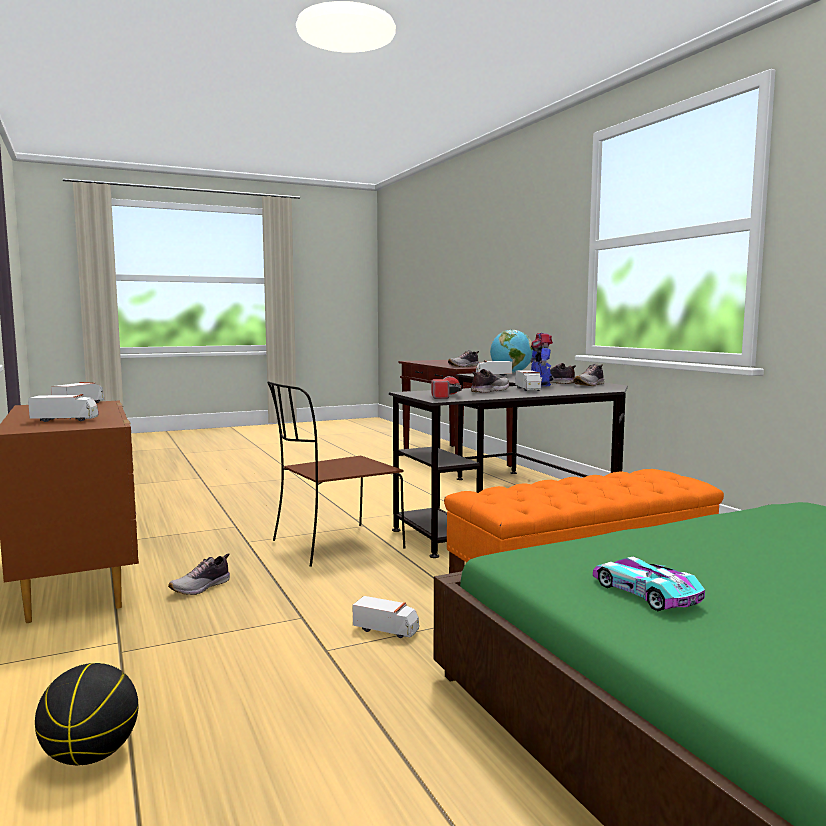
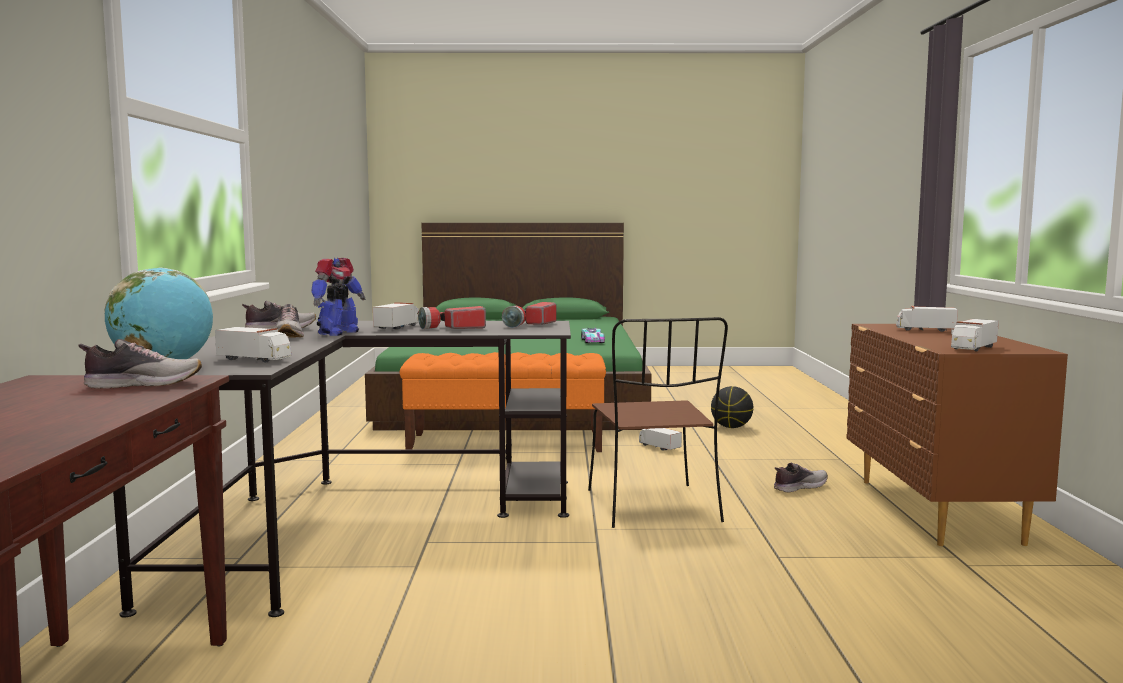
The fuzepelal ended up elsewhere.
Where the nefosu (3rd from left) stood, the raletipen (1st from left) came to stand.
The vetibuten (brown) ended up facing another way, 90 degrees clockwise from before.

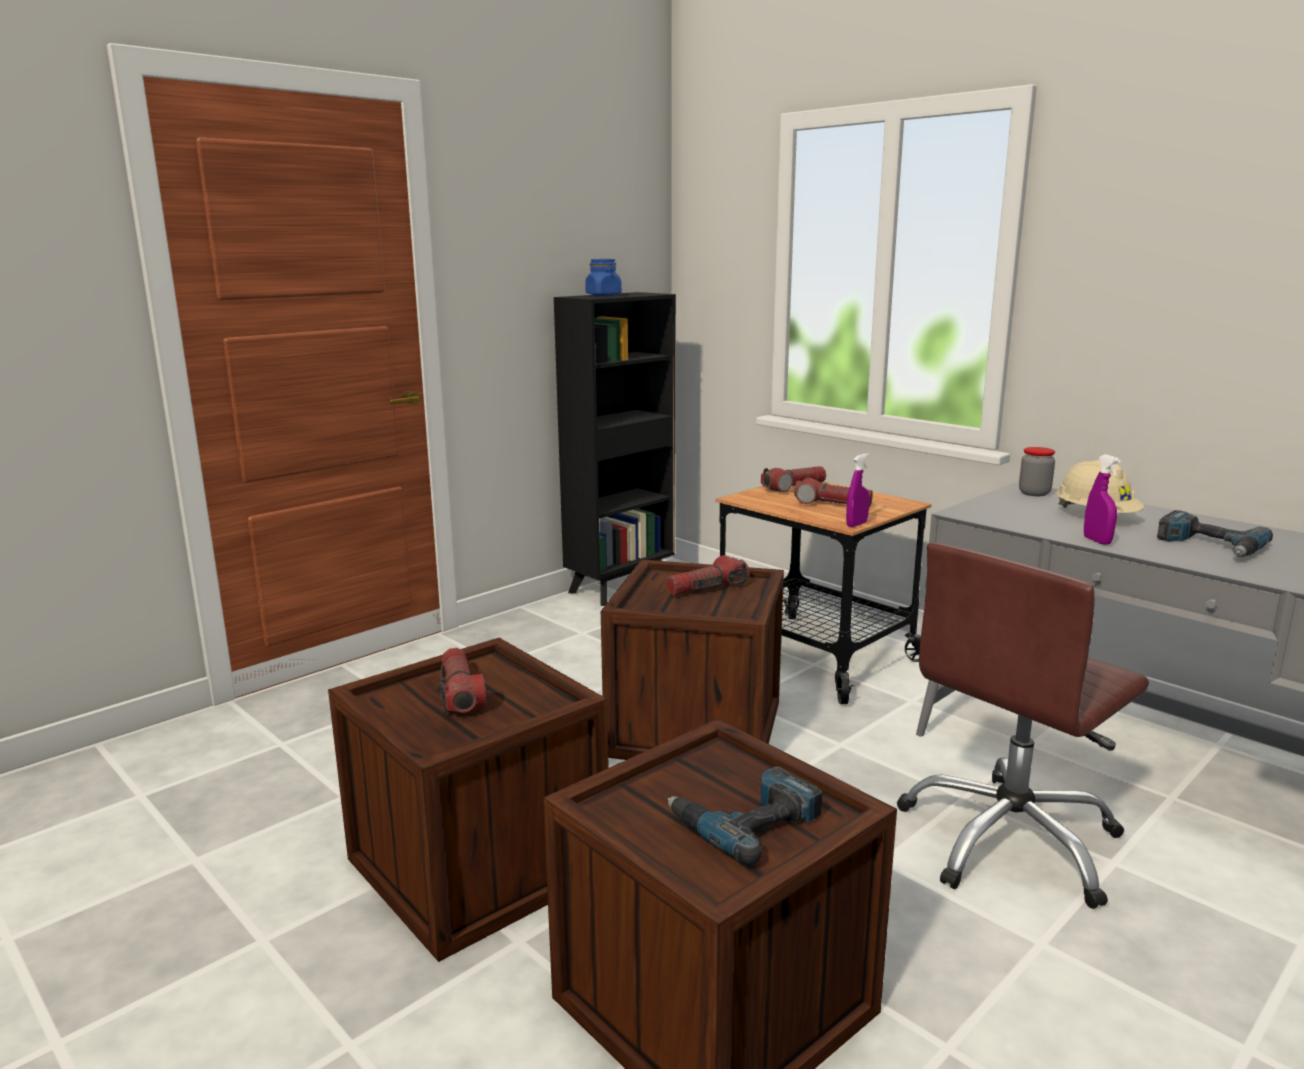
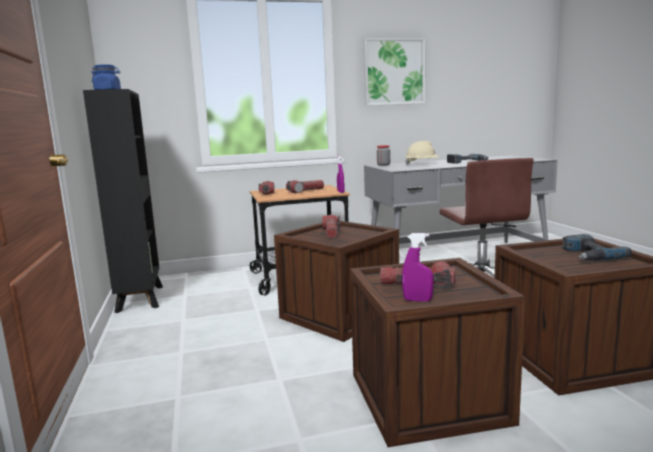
The second view gained the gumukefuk.
The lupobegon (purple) (2nd from left) ended up elsewhere.

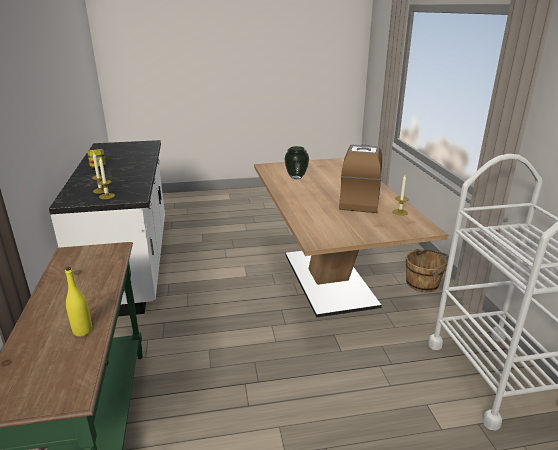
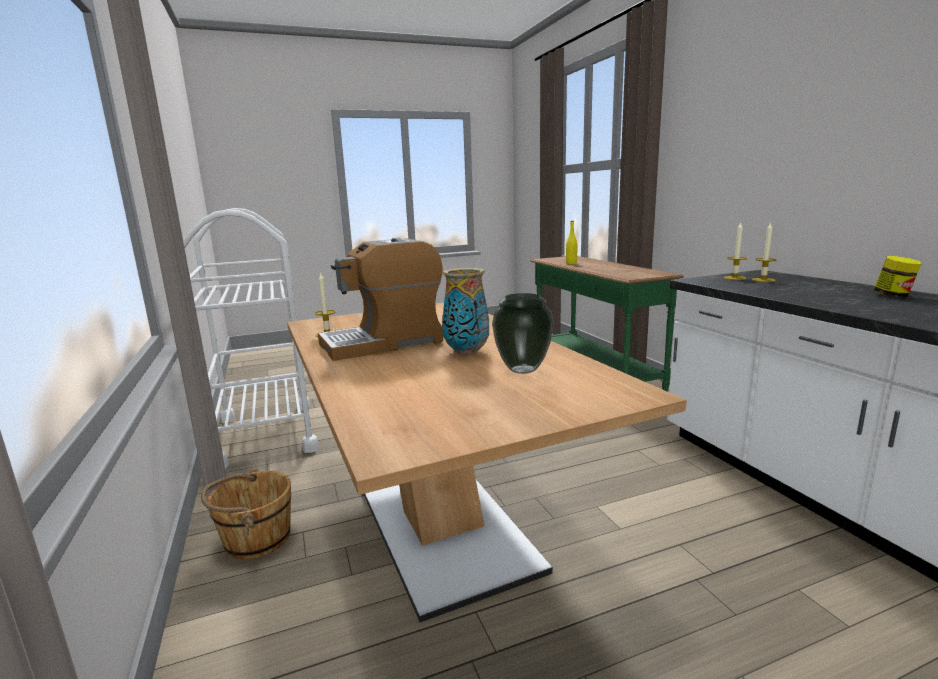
The second view gained the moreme (1st from left).
The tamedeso ended up facing another way, 60 degrees clockwise from before.

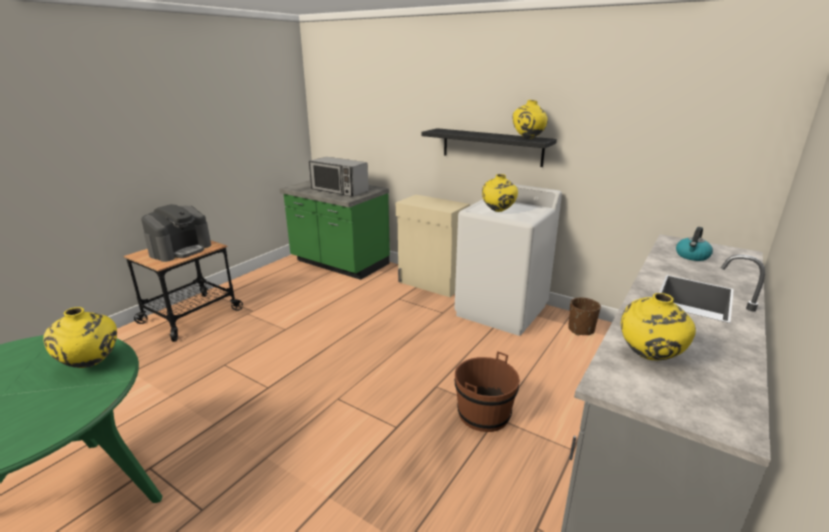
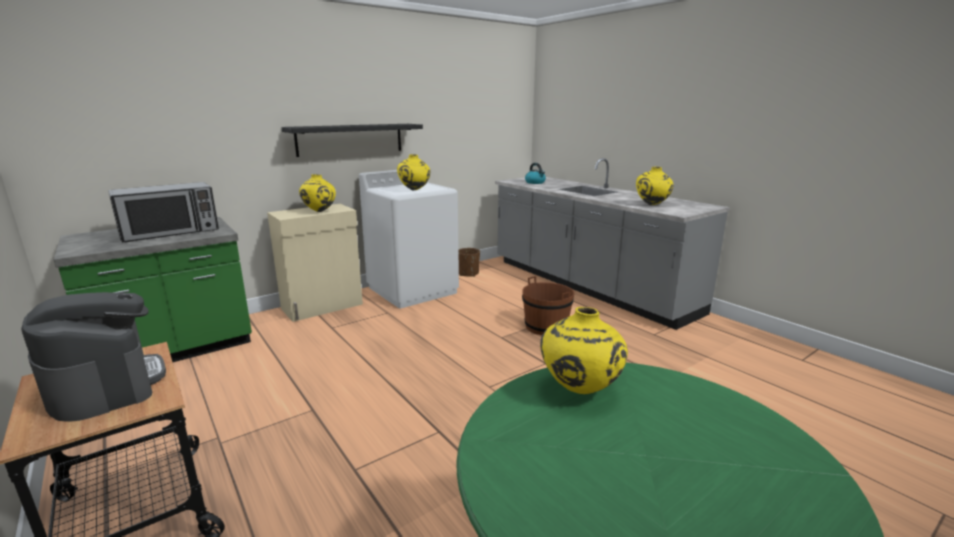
The moreme (yellow) (3rd from left in the first image) ended up elsewhere.

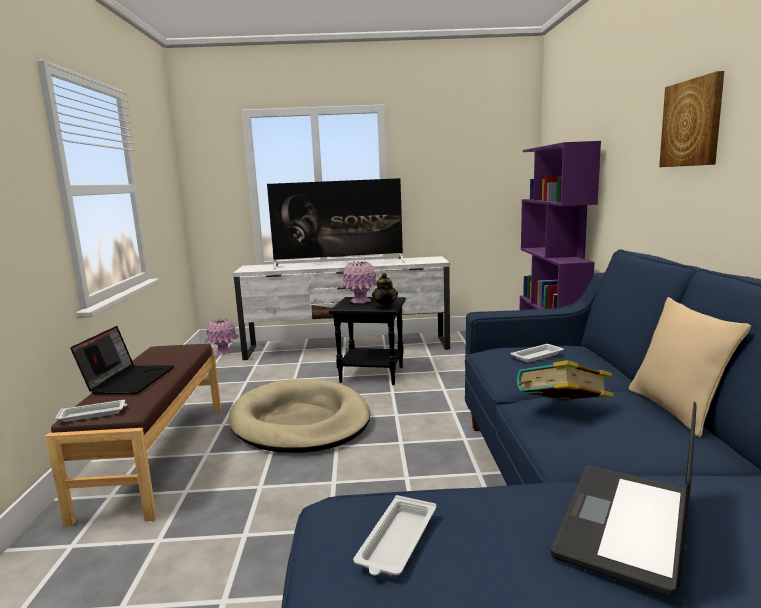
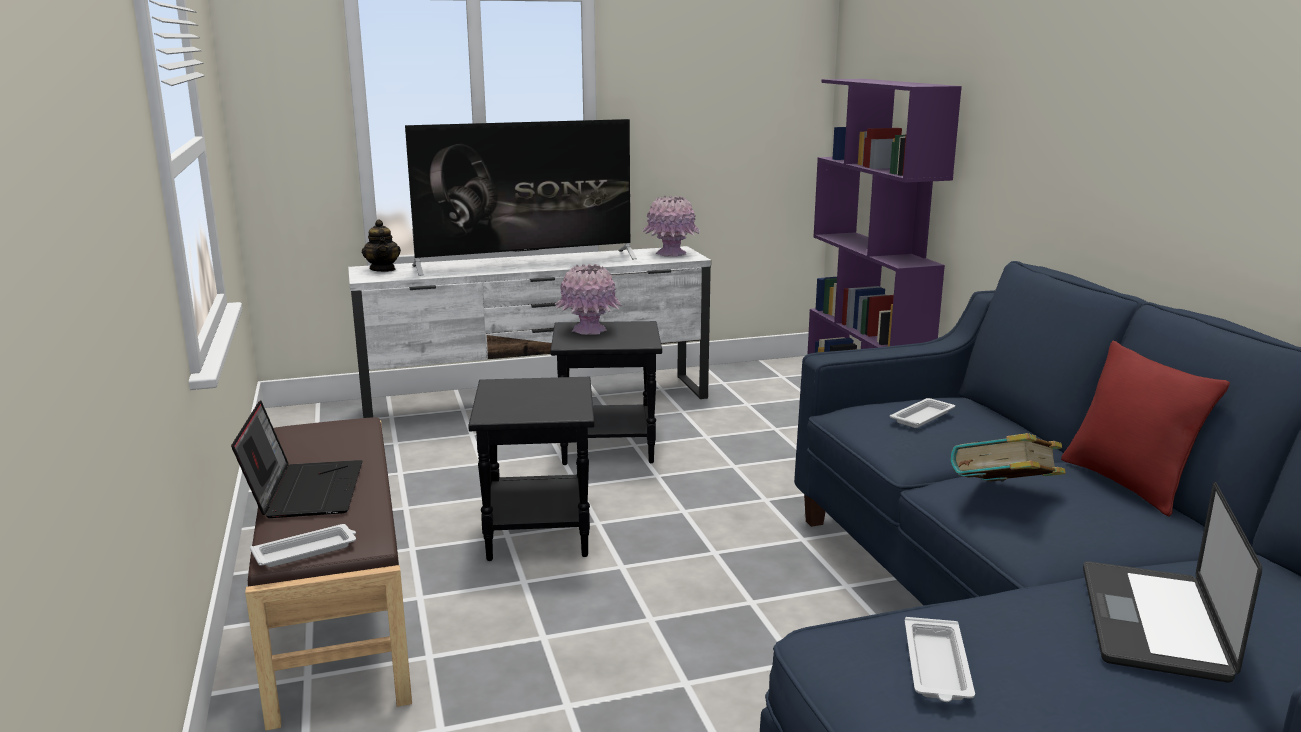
The second view lost the gumukefuk.
The moreme (pink) (1st from left in the first image) ended up elsewhere.
The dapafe ended up elsewhere.
Where the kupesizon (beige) stood, the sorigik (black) (1st from left) came to stand.
What was the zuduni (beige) turned into the zuduni (red).

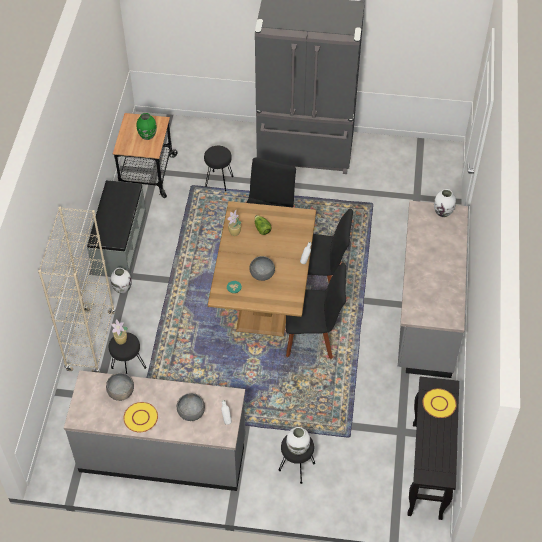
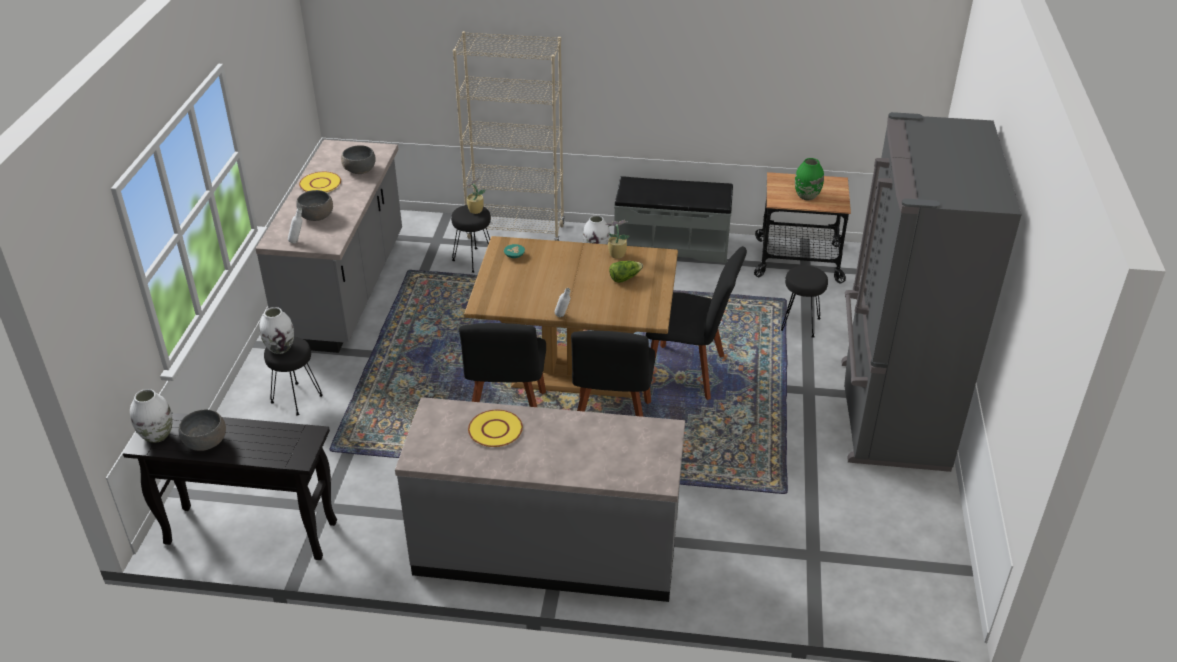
The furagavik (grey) (3rd from left in the first image) ended up elsewhere.
The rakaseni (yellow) (2nd from left) ended up elsewhere.
The moreme (white) (3rd from left in the first image) ended up elsewhere.

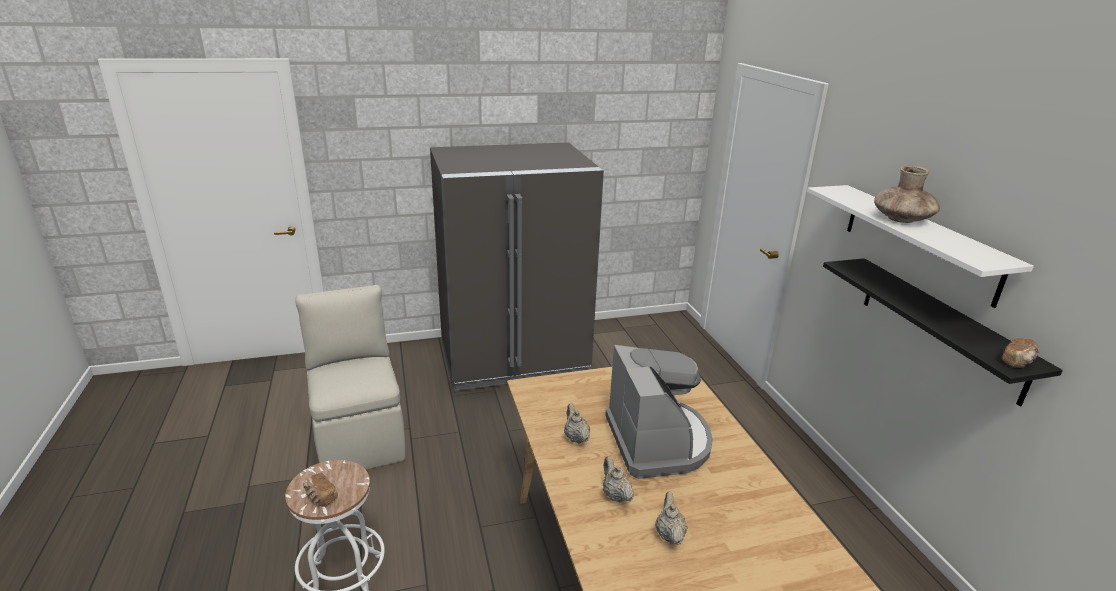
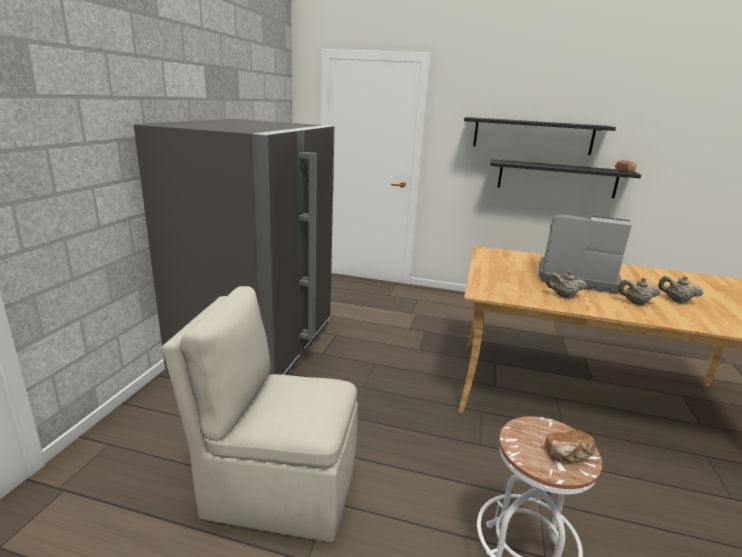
The second view lost the moreme (brown).
What was the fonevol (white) turned into the fonevol (black) (1st from left).

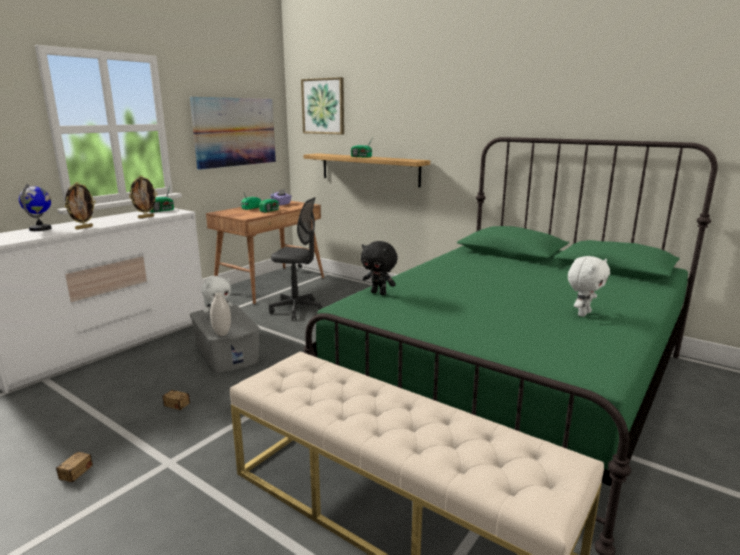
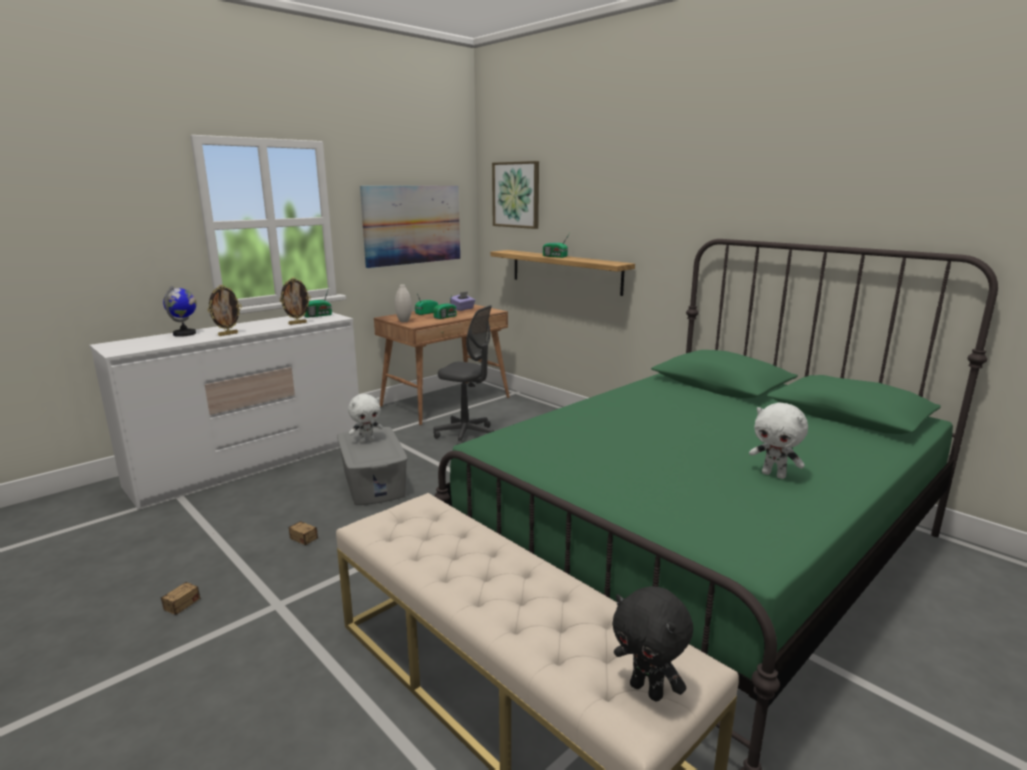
The moreme (white) ended up elsewhere.
The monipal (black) ended up elsewhere.
The monipal (white) (2nd from left) ended up facing another way, 75 degrees clockwise from before.

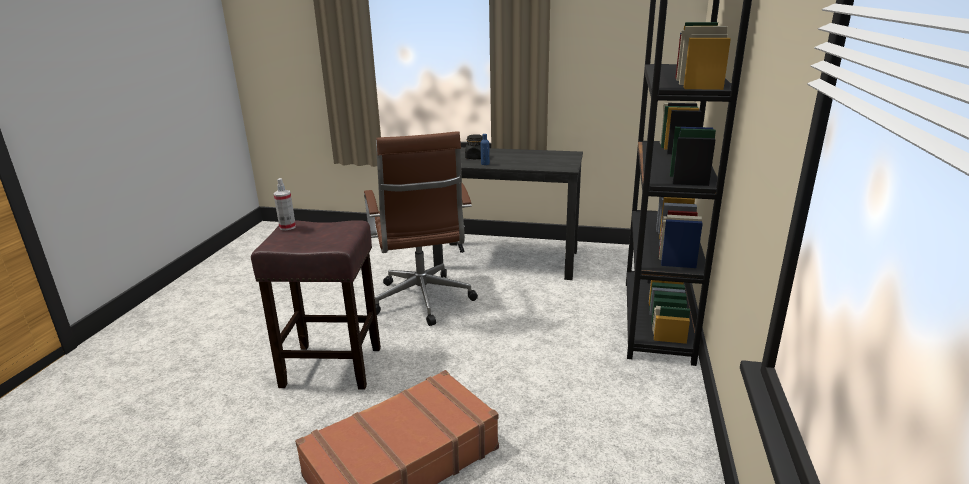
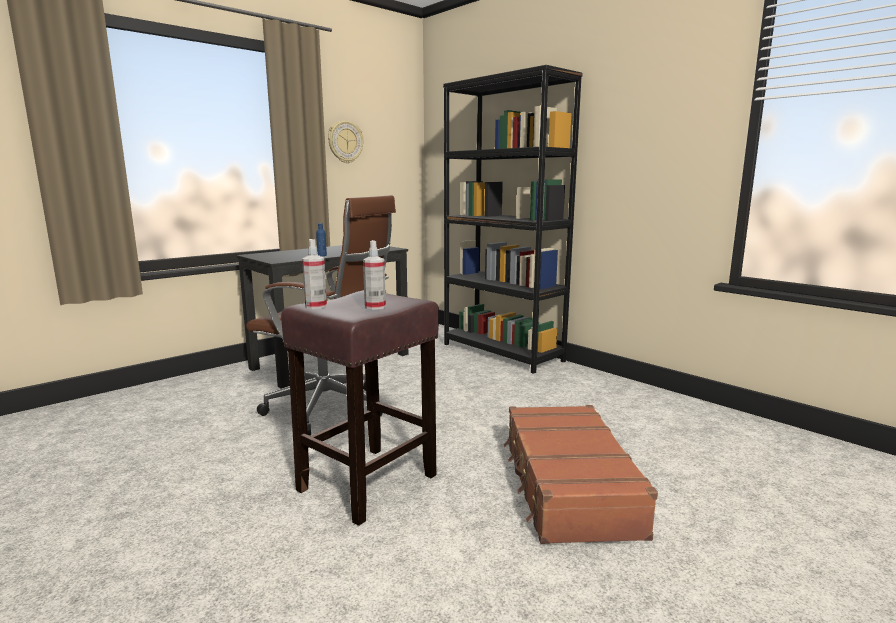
The second view lost the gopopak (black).
The second view gained the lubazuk.
The second view gained the lupobegon (2nd from left).

